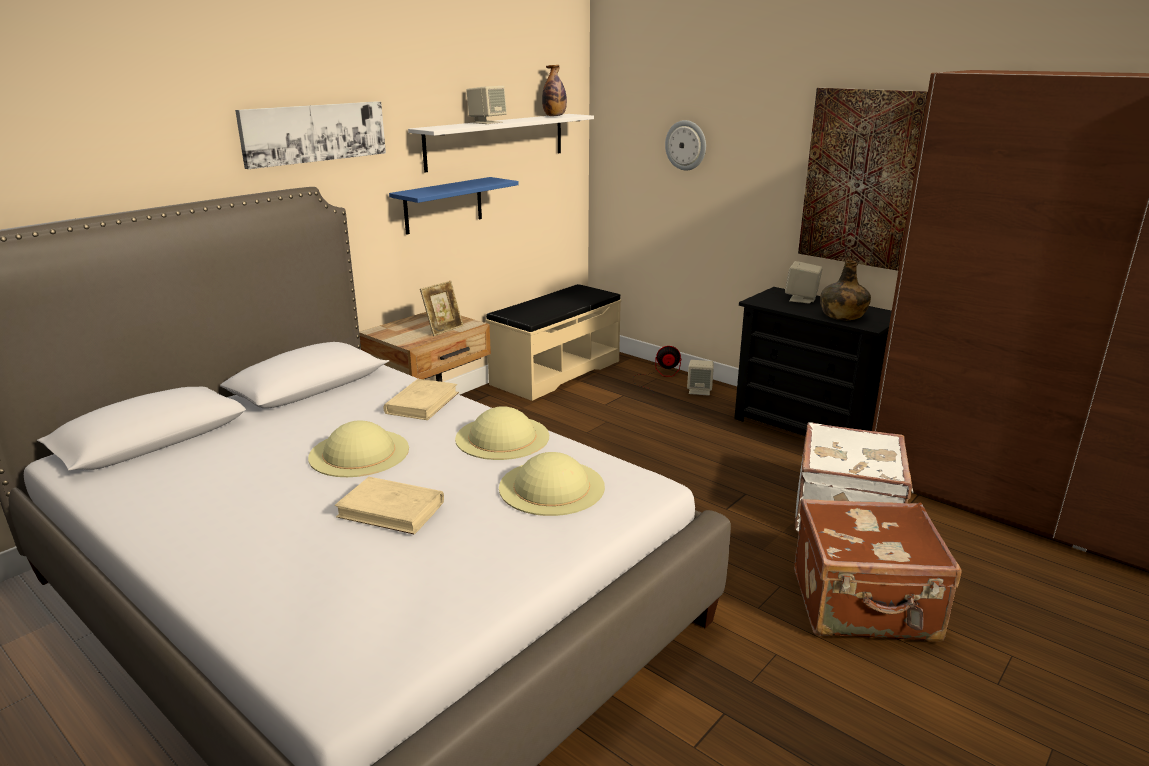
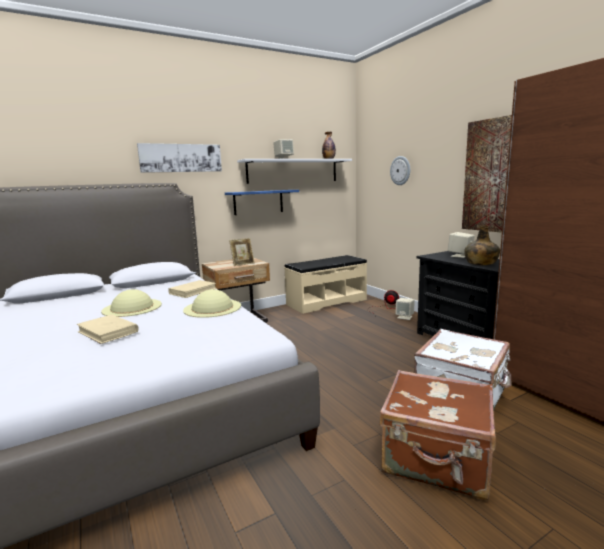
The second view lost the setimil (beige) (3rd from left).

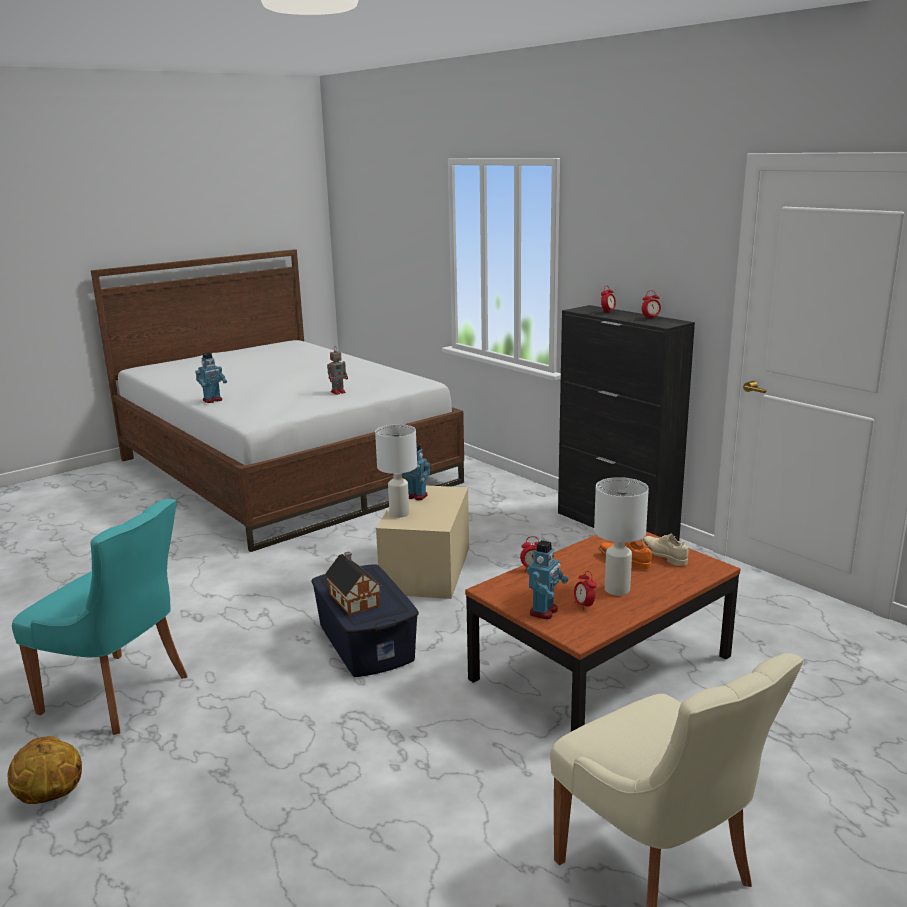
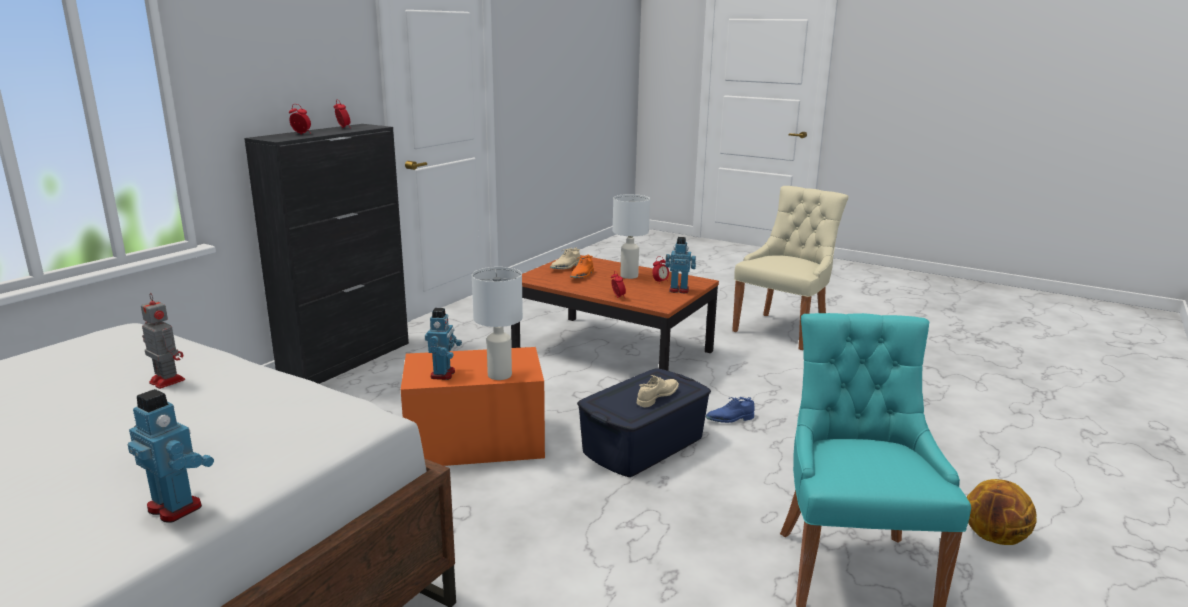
The second view gained the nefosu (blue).
Where the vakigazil stood, the nefosu (beige) (2nd from left) came to stand.
What was the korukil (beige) turned into the korukil (orange).

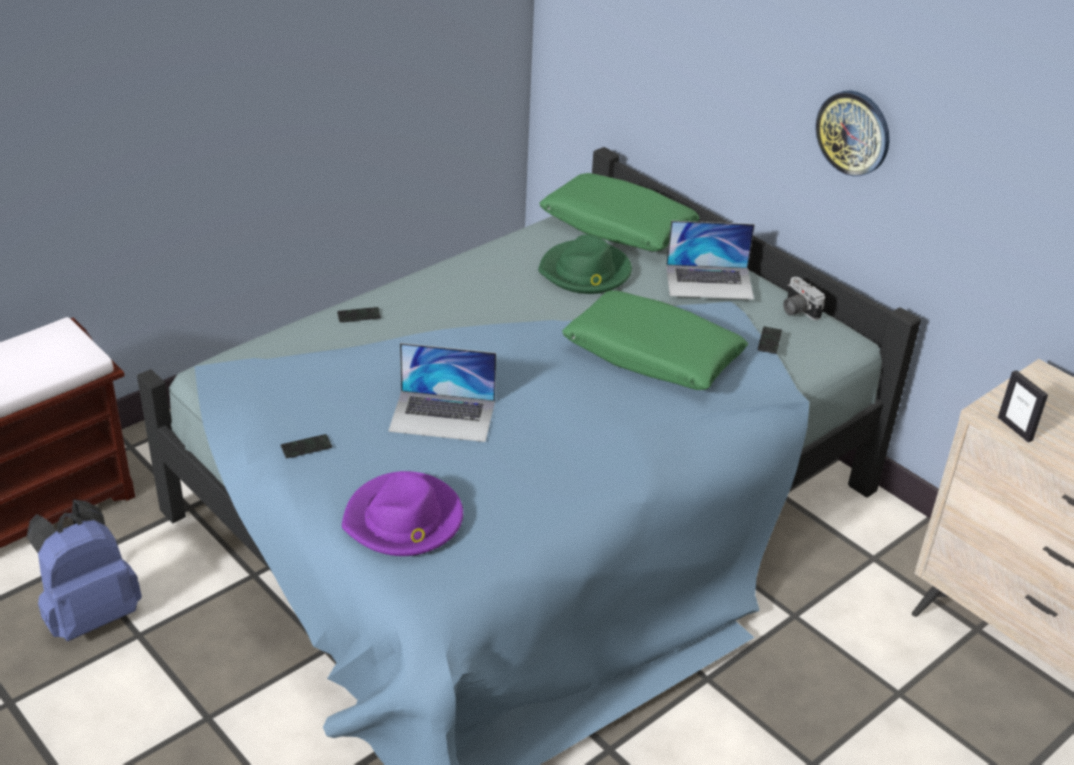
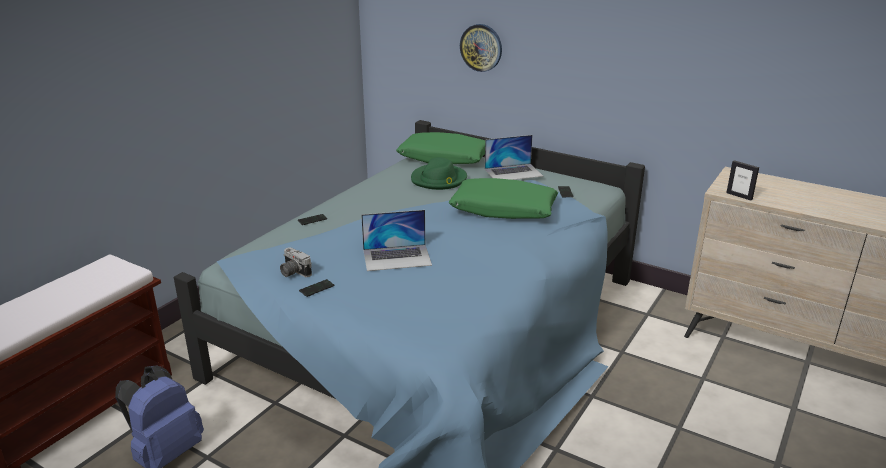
The second view lost the setimil (purple).
The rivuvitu ended up elsewhere.
The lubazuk ended up elsewhere.

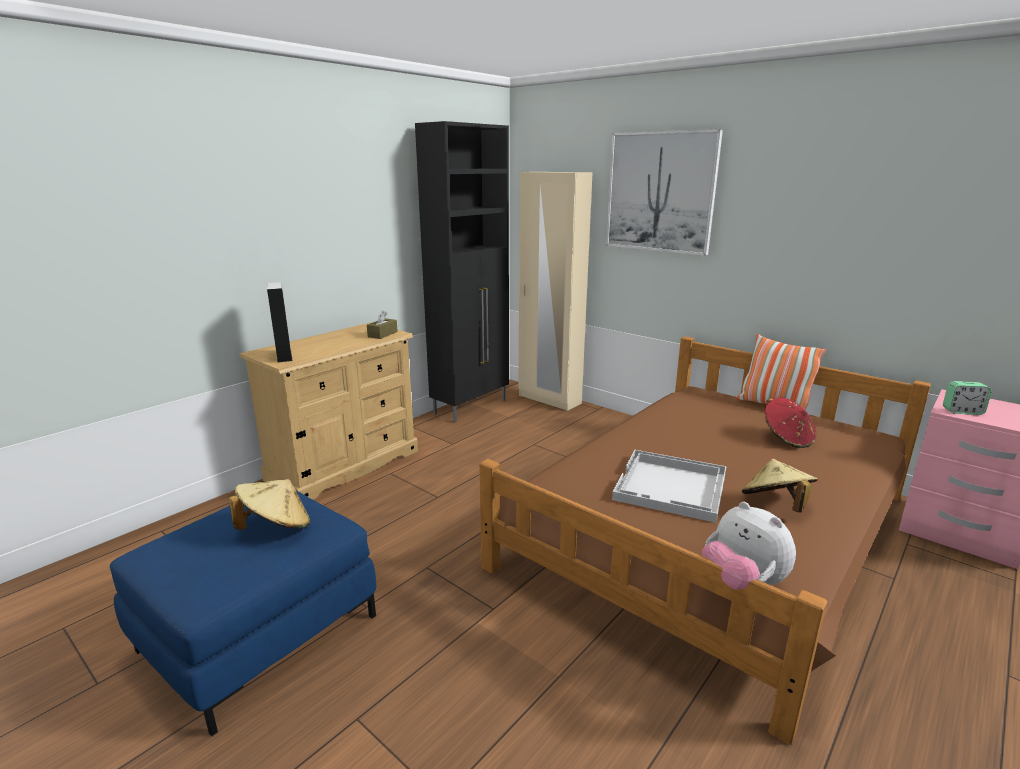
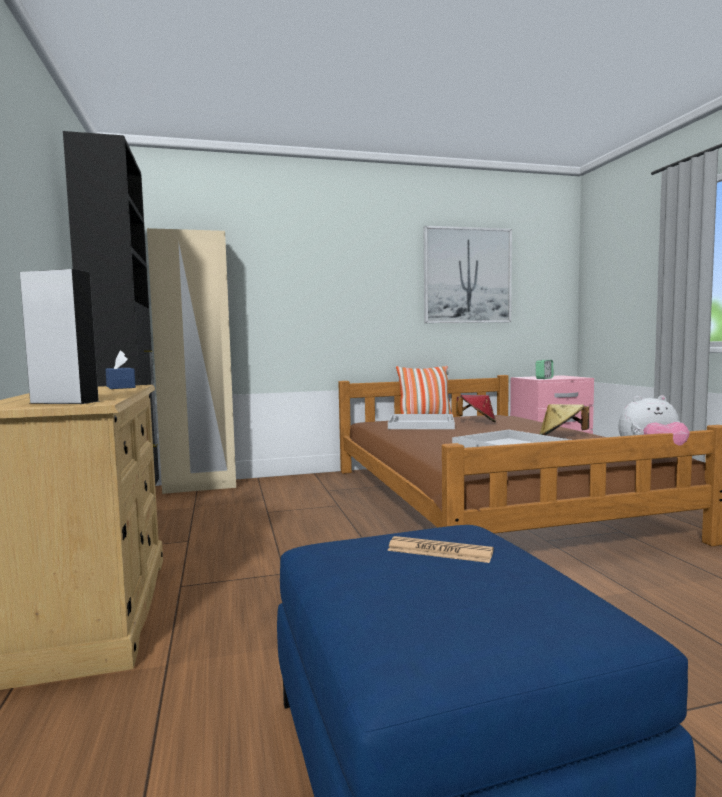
The second view gained the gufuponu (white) (1st from left).
The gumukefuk ended up elsewhere.
Where the setimil (beige) (1st from left) stood, the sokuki came to stand.
What was the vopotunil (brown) turned into the vopotunil (blue).

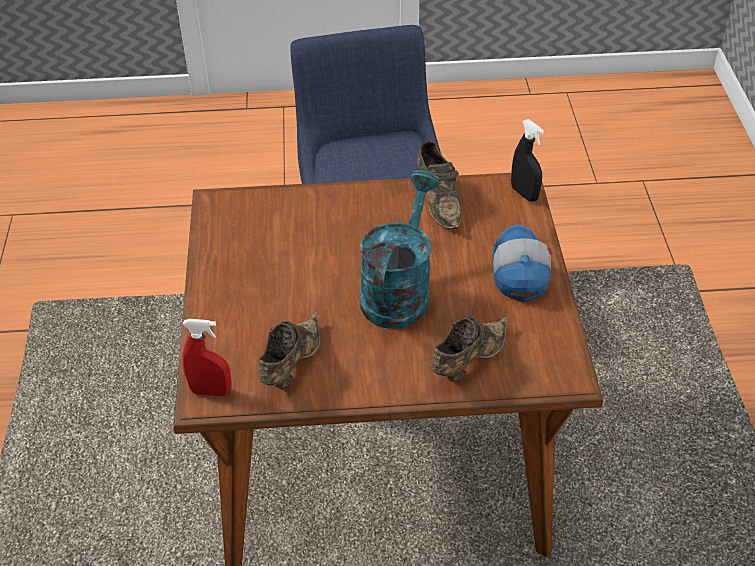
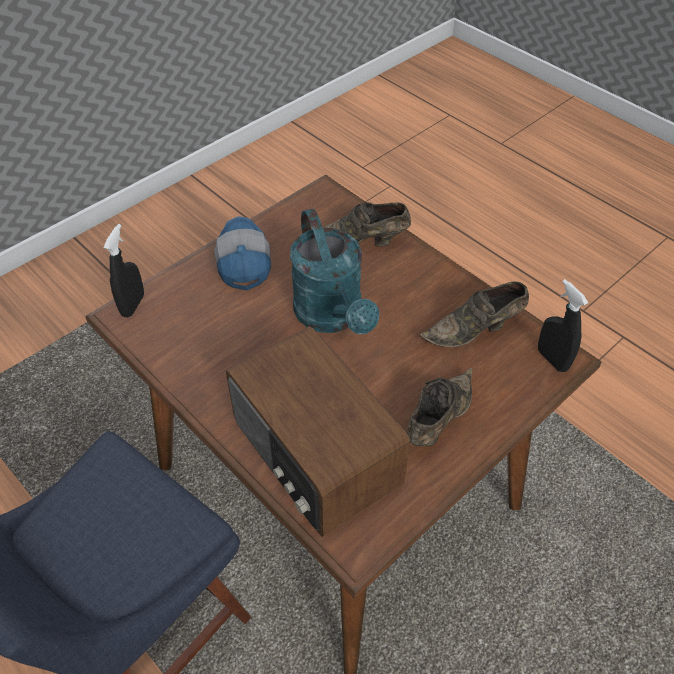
The second view gained the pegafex.
The nefosu (brown) (2nd from left) ended up elsewhere.
What was the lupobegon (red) turned into the lupobegon (black) (2nd from left).
The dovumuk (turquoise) ended up facing another way, 90 degrees counterclockwise from before.
The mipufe ended up facing another way, 120 degrees clockwise from before.

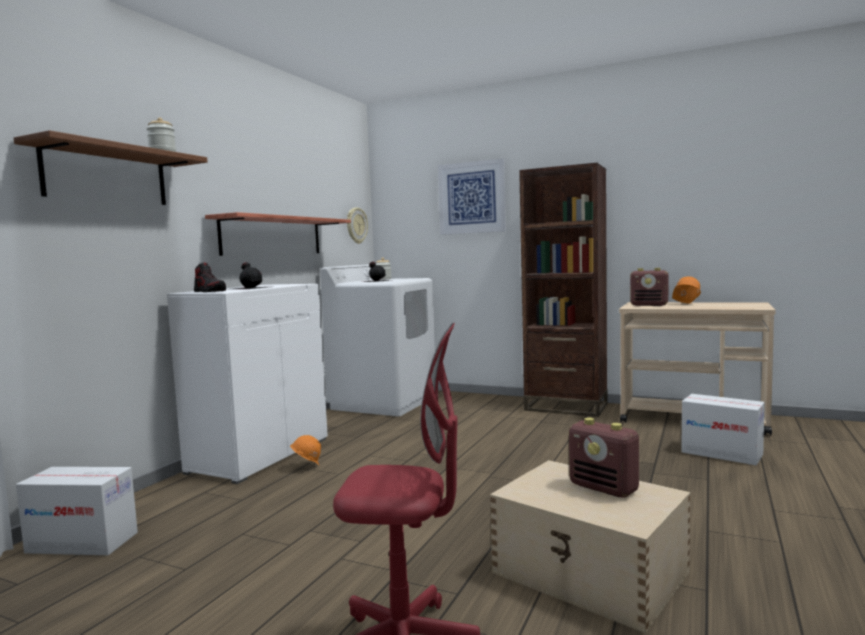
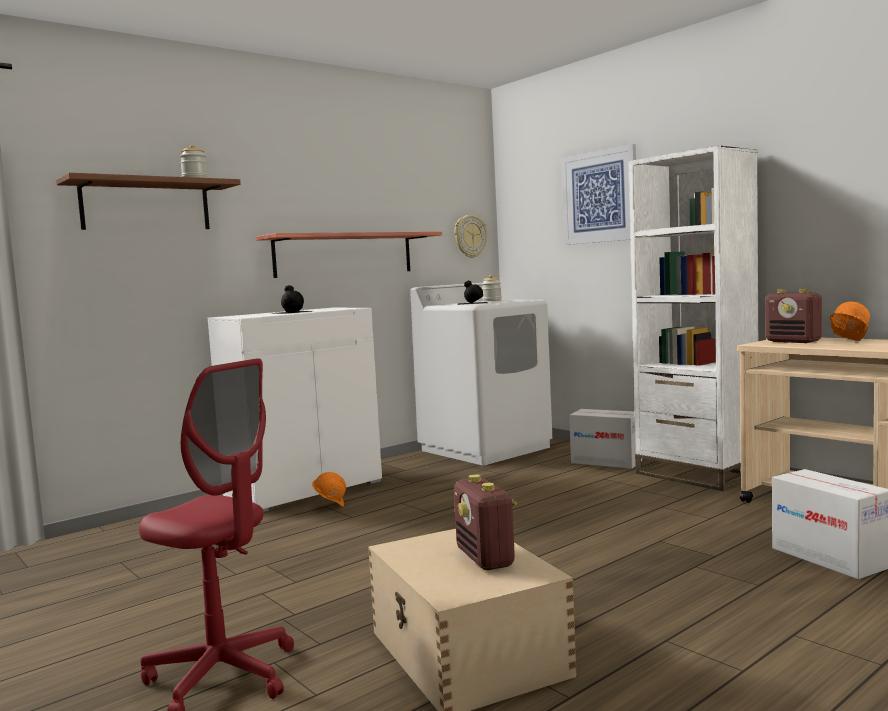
The second view lost the nefosu.
The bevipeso (1st from left) ended up elsewhere.
What was the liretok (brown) turned into the liretok (white).

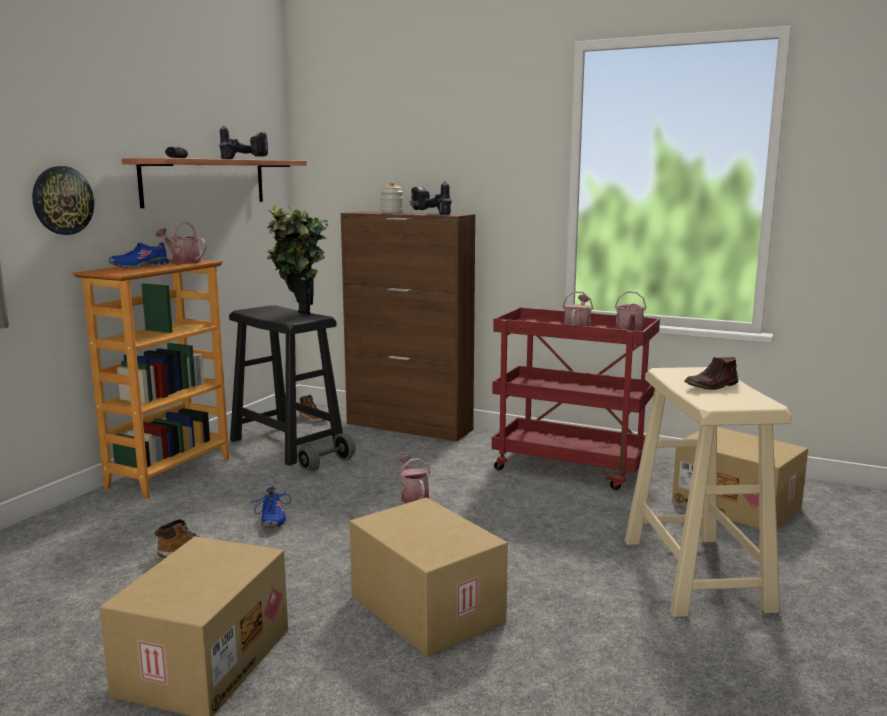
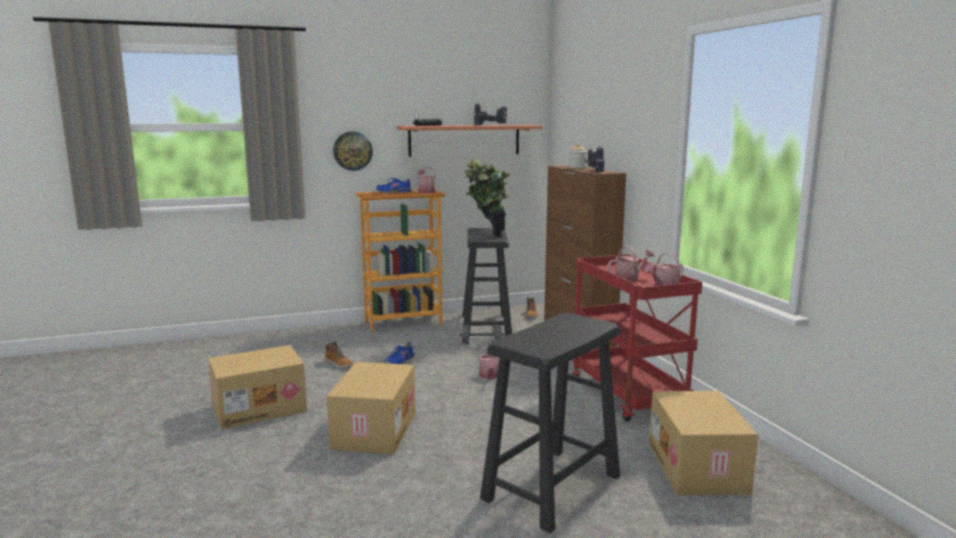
The second view lost the nefosu (brown).
What was the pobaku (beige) turned into the pobaku (black) (2nd from left).
The dovumuk (2nd from left) ended up facing another way, 150 degrees clockwise from before.

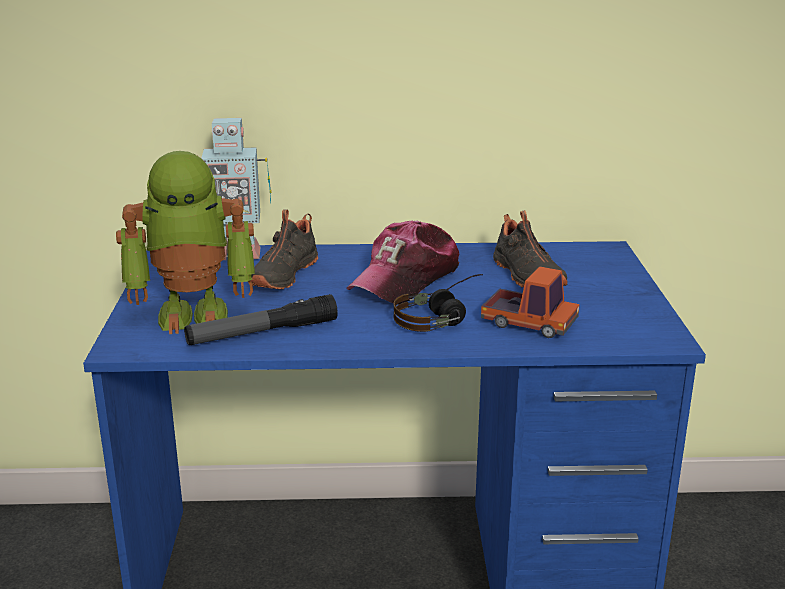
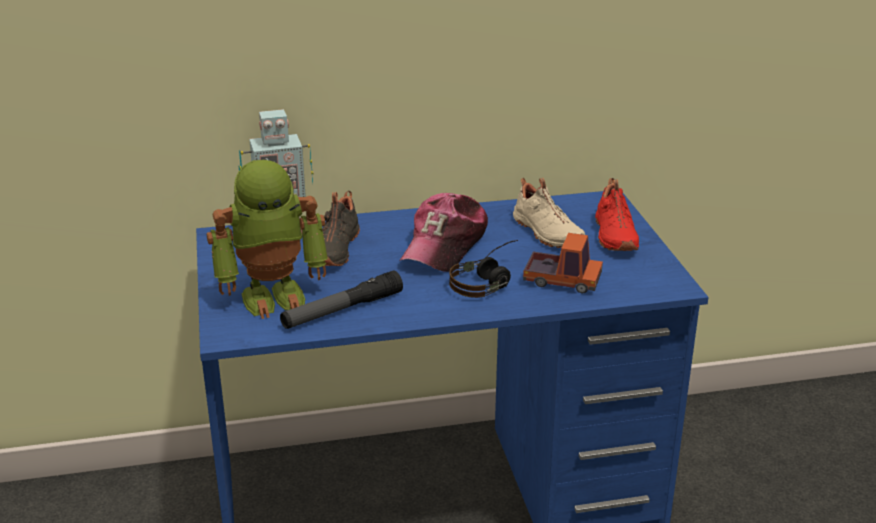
The second view gained the nefosu (red).
What was the nefosu (black) (2nd from left) turned into the nefosu (beige).

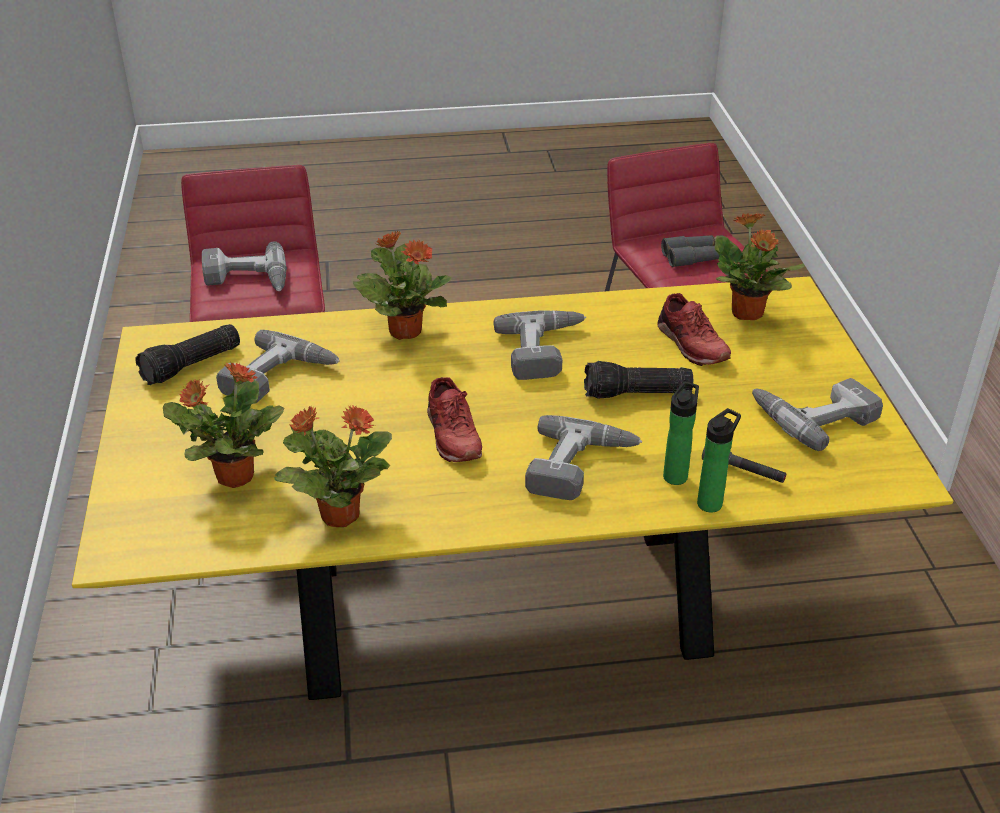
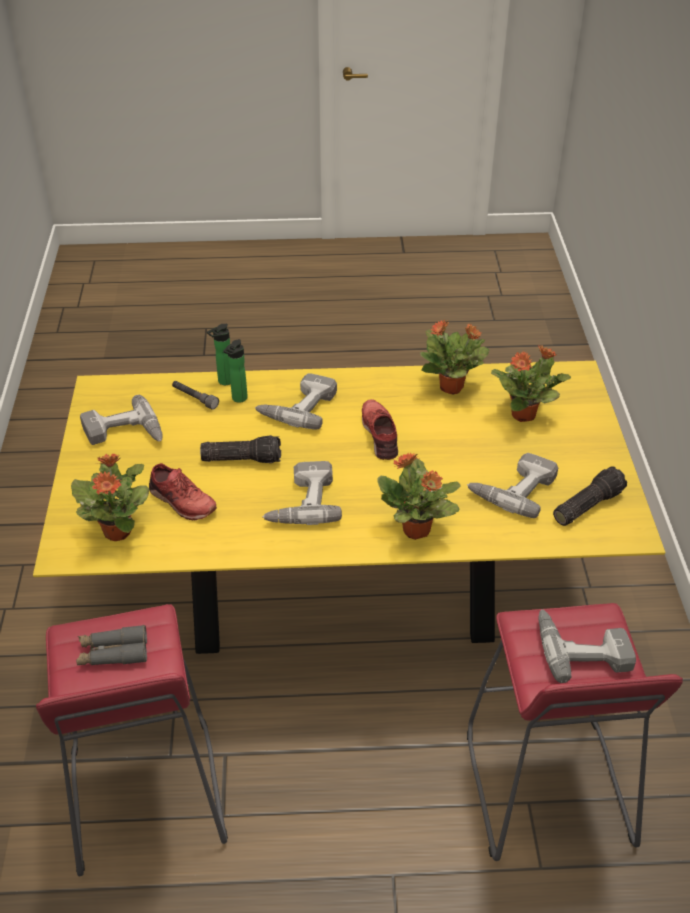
The nefosu (red) (2nd from left in the first image) ended up facing another way, 150 degrees clockwise from before.

